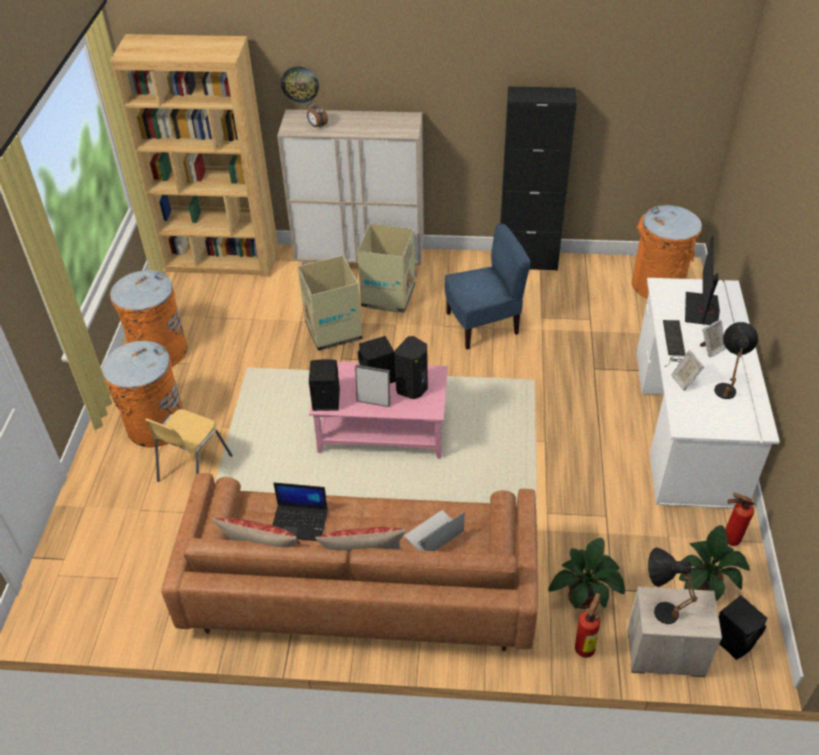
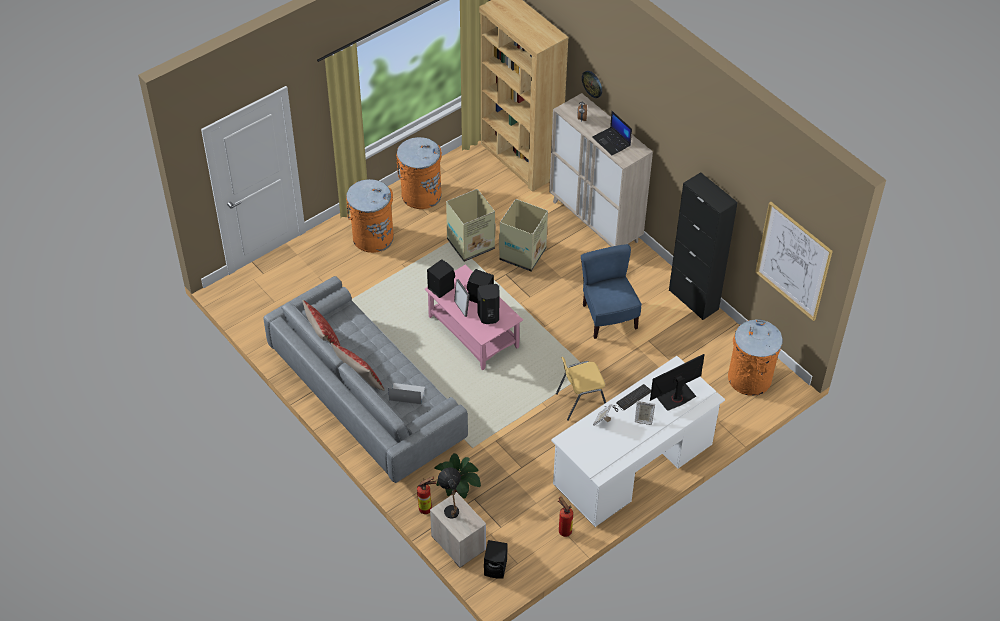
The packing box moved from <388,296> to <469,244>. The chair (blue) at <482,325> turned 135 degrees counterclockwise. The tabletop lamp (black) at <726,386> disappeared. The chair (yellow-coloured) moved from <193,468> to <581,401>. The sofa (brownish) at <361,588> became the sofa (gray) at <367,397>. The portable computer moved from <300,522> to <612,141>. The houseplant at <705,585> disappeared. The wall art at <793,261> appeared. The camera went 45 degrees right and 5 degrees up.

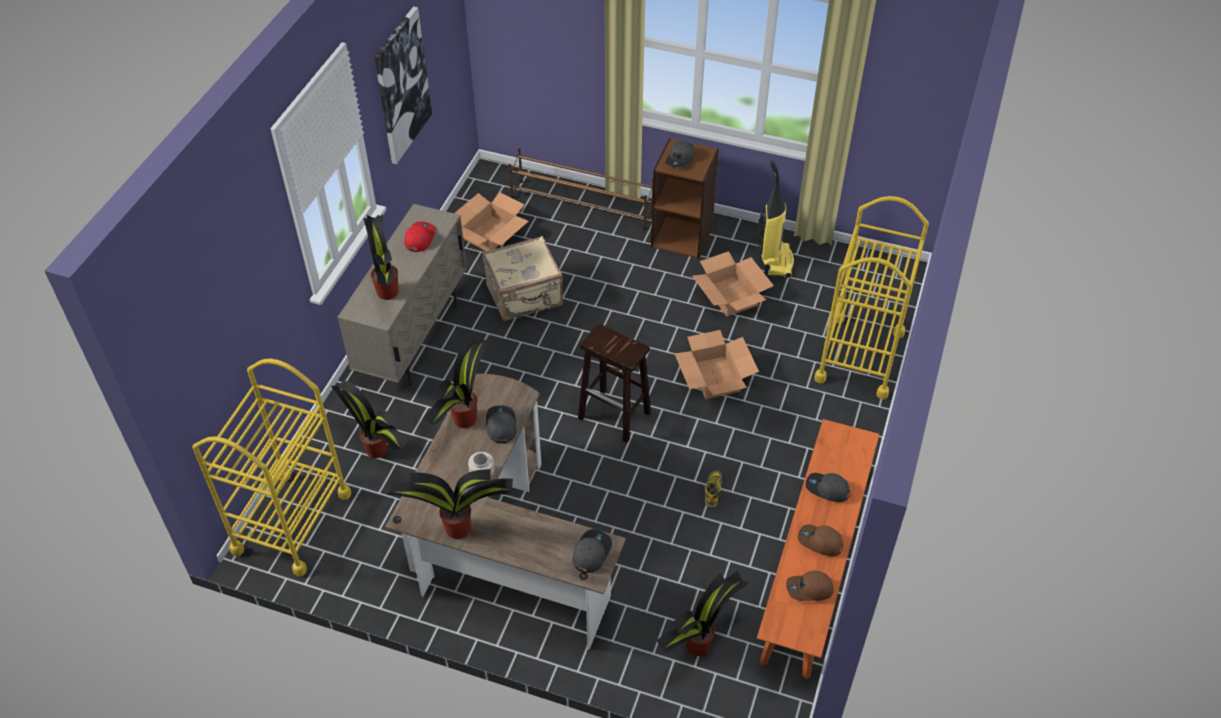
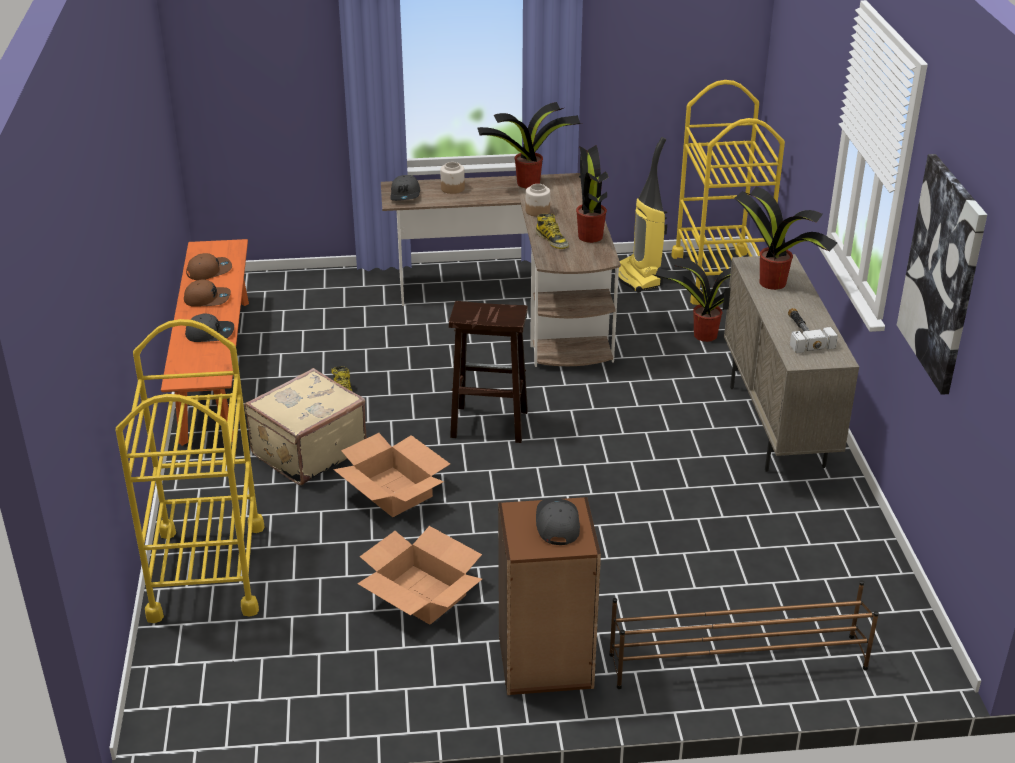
The vacuum moved from <775,260> to <638,278>. The packing box at <491,234> disappeared. The peaked cap (reddish) at <419,238> was replaced by the hand hammer at <803,334>. The travel case (beige) moved from <525,296> to <307,451>. The peaked cap (gray) at <500,426> was replaced by the boot at <552,240>. The houseplant at <699,644> disappeared. The jar at <453,188> appeared. The camera went 155 degrees right and 15 degrees down.

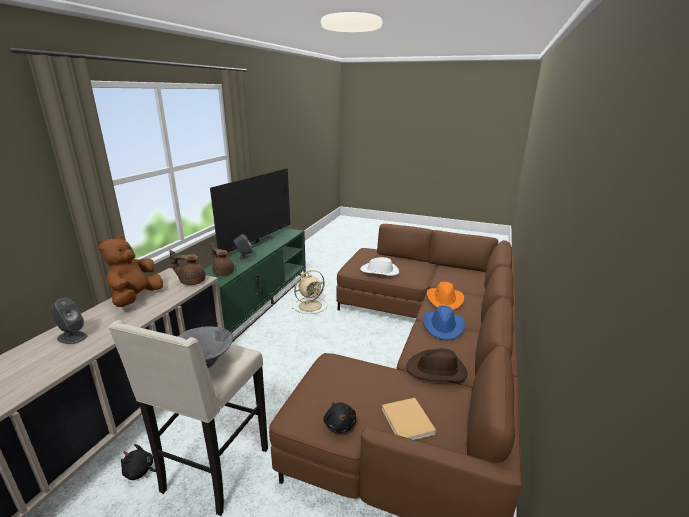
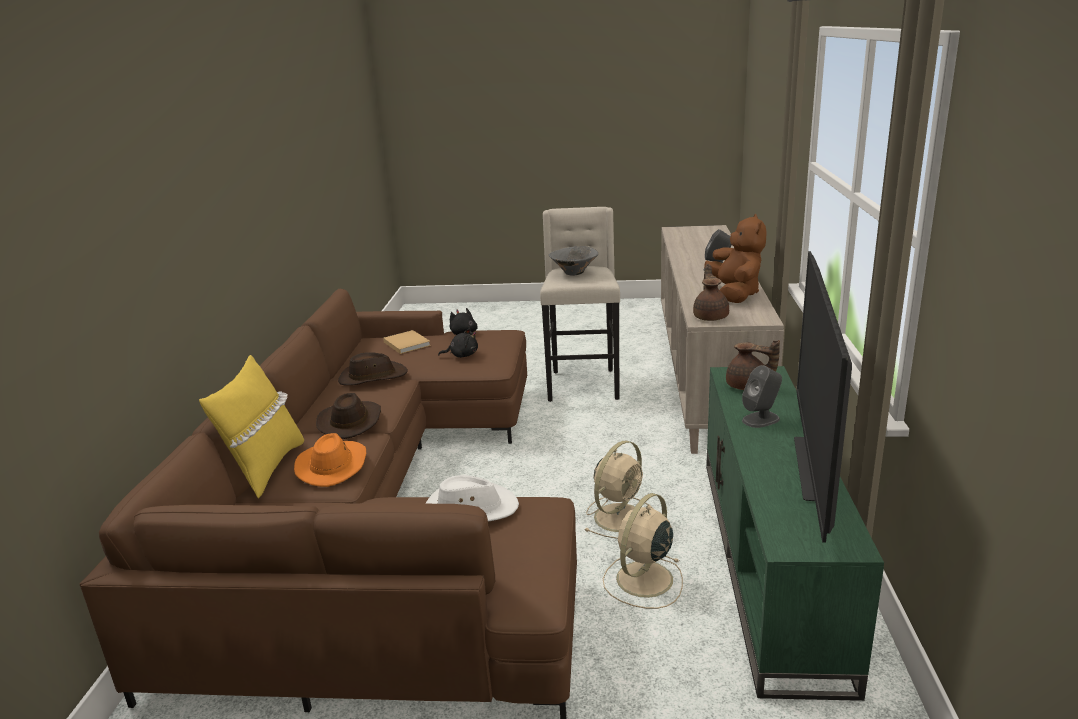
The tea pot (brownish) at <191,281> turned 75 degrees counterclockwise. The hat (blue) at <443,326> became the hat (brownish) at <350,421>. The plush toy (black) moved from <141,472> to <462,355>. The cushion (yellow-coloured) at <266,468> appeared. The cooling fan (beige) at <620,516> appeared. The camera went 165 degrees right and 0 degrees up.

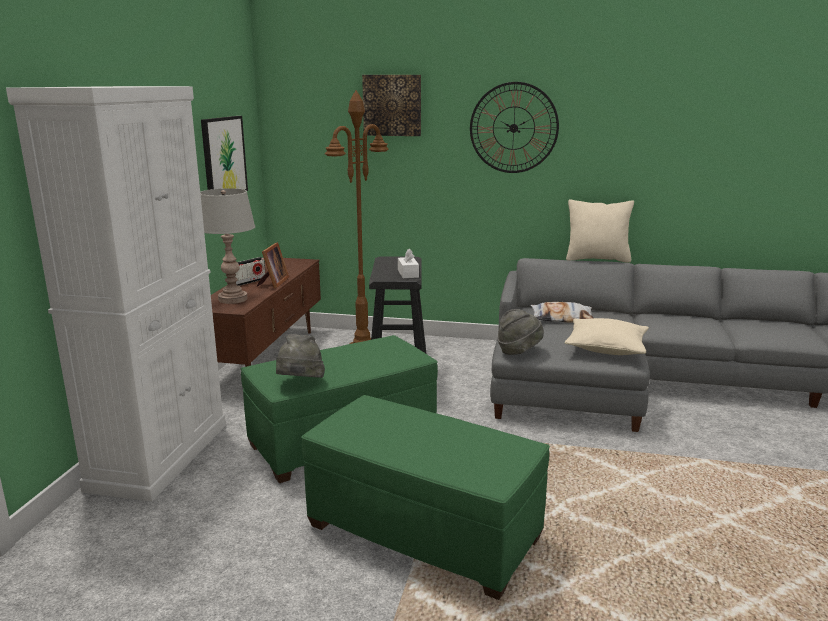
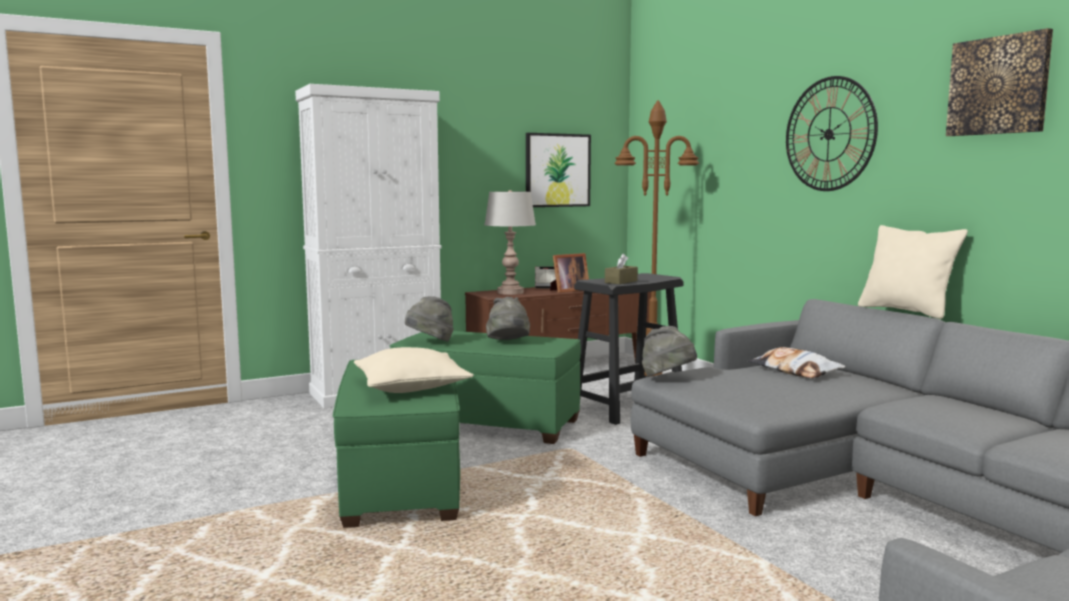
The wall art moved from <392,105> to <998,85>. The box of tissues (whitish) at <408,274> became the box of tissues (brownish) at <621,282>. The cushion (beige) moved from <606,348> to <411,387>. The hat (gray) at <508,343> appeared. The camera went 50 degrees right and 10 degrees down.

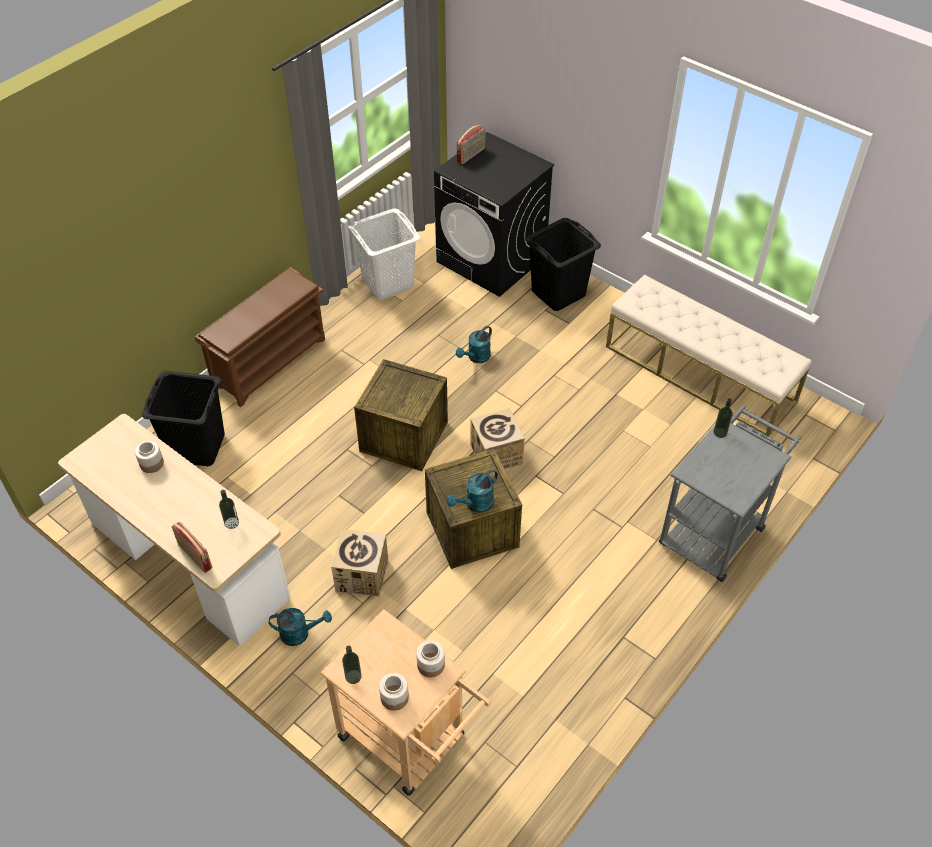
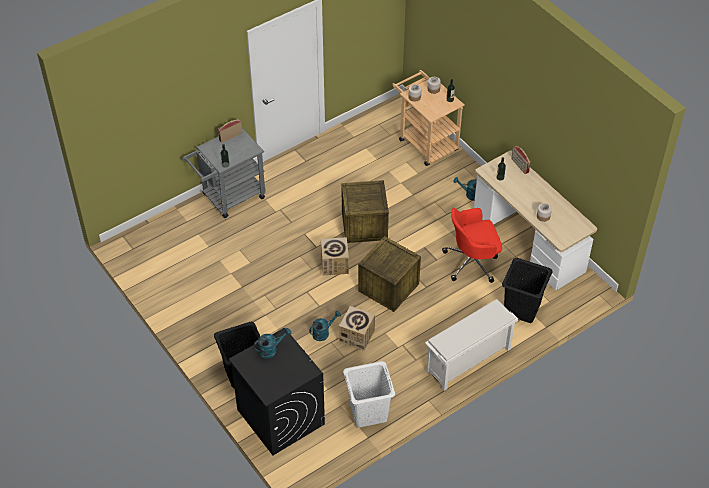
The radio receiver moved from <471,155> to <230,136>. The shoe shelf (brownish) at <270,362> became the shoe shelf (whitish) at <468,361>. The bench (beige) at <700,373> disappeared. The watering pot (turquoise) moved from <475,504> to <271,349>. The packing box moved from <362,575> to <357,336>. The desk chair (reddish) at <472,262> appeared. The camera went 165 degrees left and 0 degrees up.

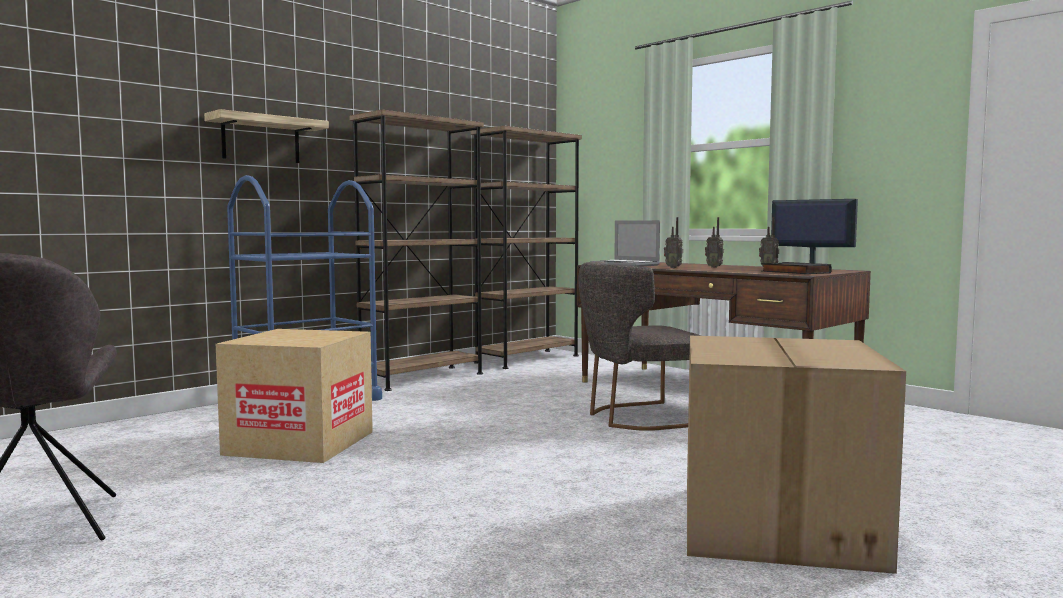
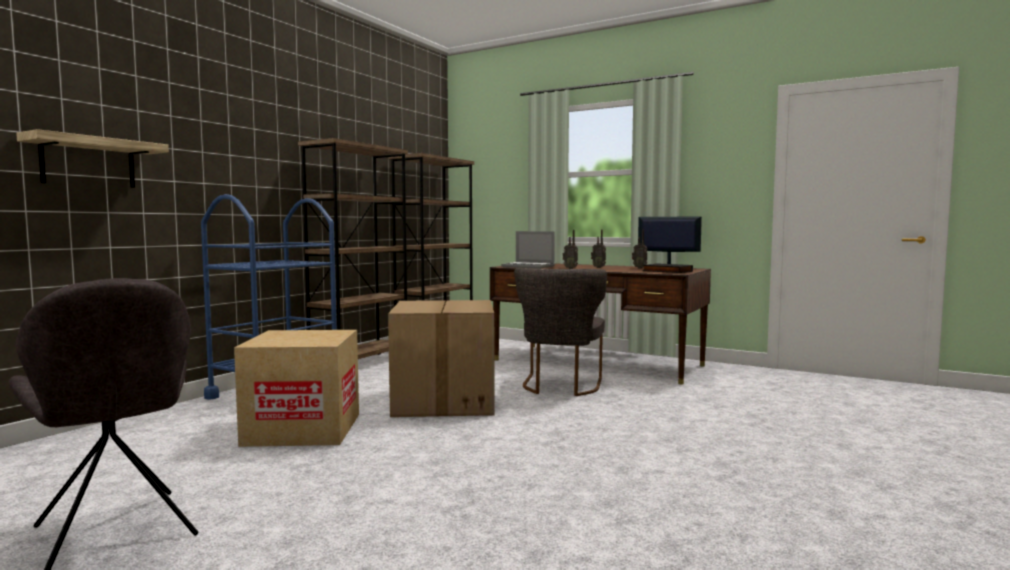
The wall shelf moved from <261,139> to <88,162>. The chair (gray) at <638,417> turned 45 degrees counterclockwise. The packing box moved from <780,527> to <445,401>. The camera went 15 degrees left and 0 degrees up.

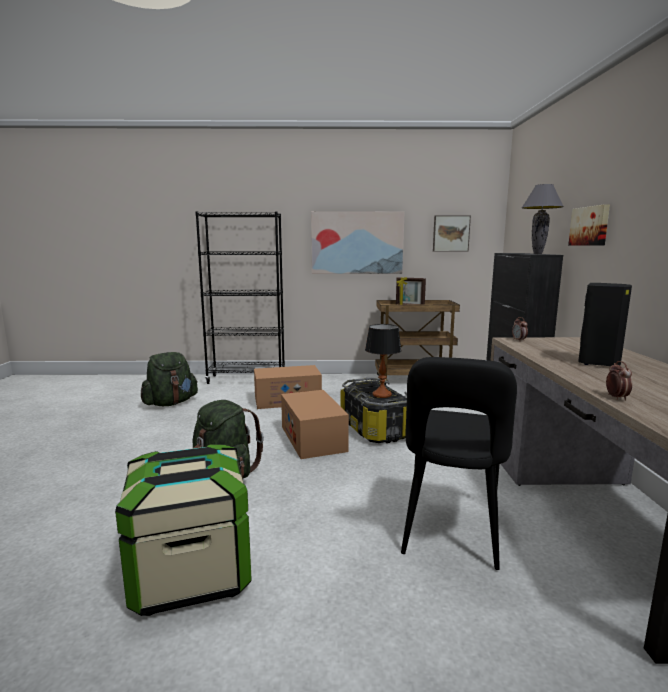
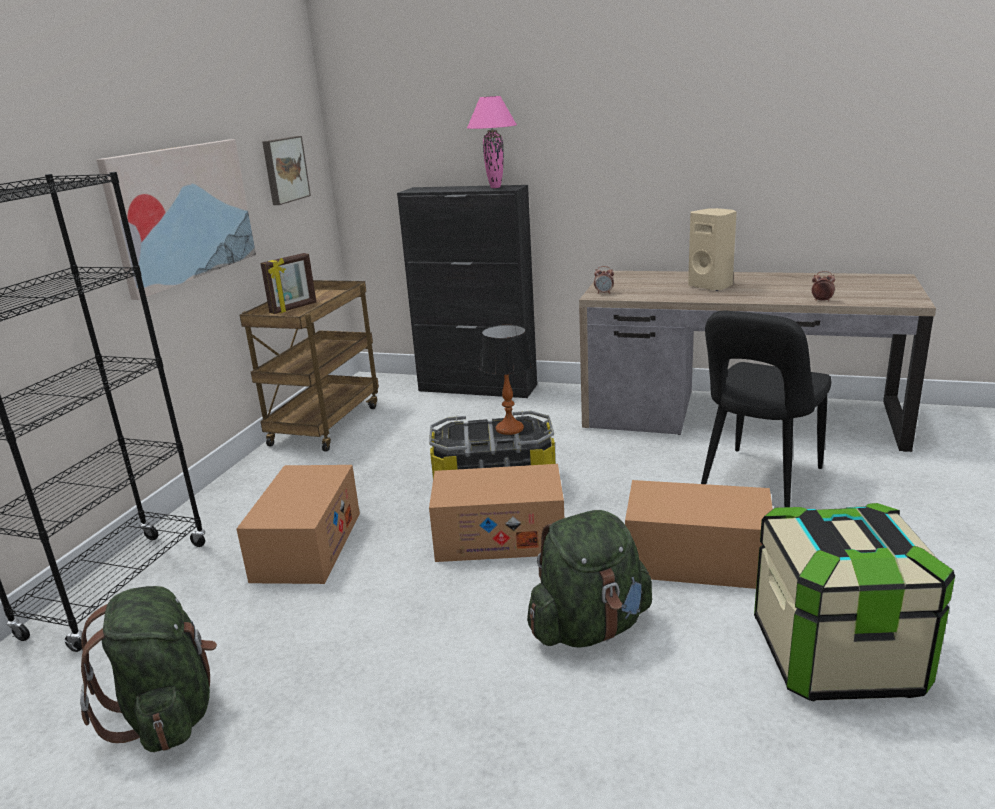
The tabletop lamp (gray) at <537,254> became the tabletop lamp (pink) at <495,187>. The wall art at <590,226> disappeared. The audio speaker (black) at <599,362> became the audio speaker (beige) at <711,286>. The chair (black) at <450,531> turned 90 degrees clockwise. The packing box at <696,560> appeared. The camera went 70 degrees left and 10 degrees up.

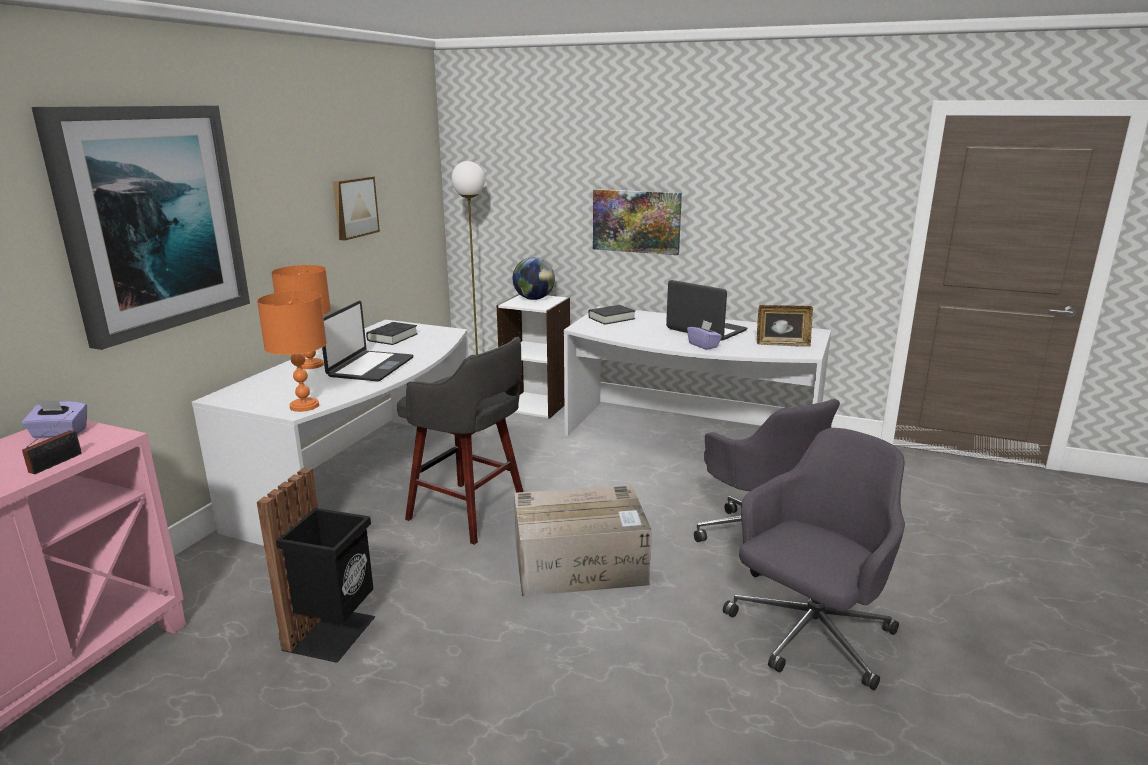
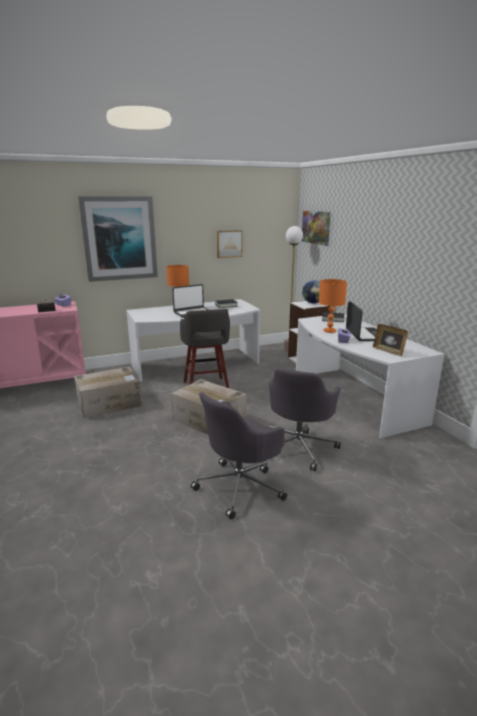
The wall art moved from <636,221> to <316,227>. The tabletop lamp (orangey) moved from <304,406> to <329,331>. The desk chair (gray) at <809,635> turned 135 degrees clockwise. The waste bin (black) at <334,633> was replaced by the packing box at <110,403>. The camera went 45 degrees right and 0 degrees up.

